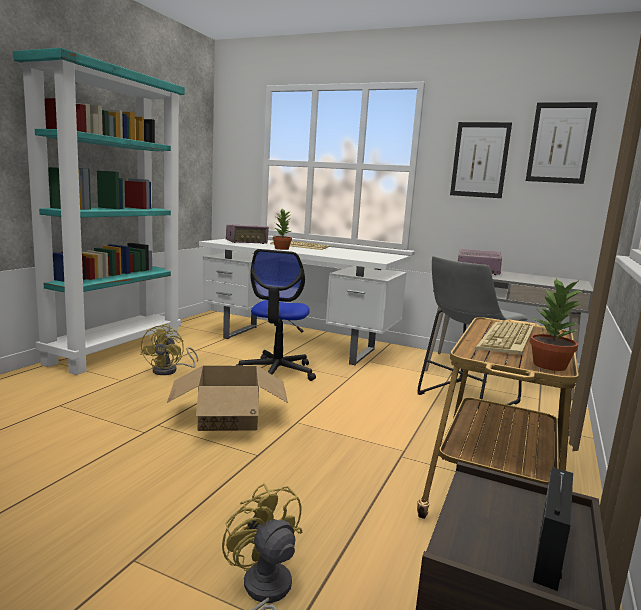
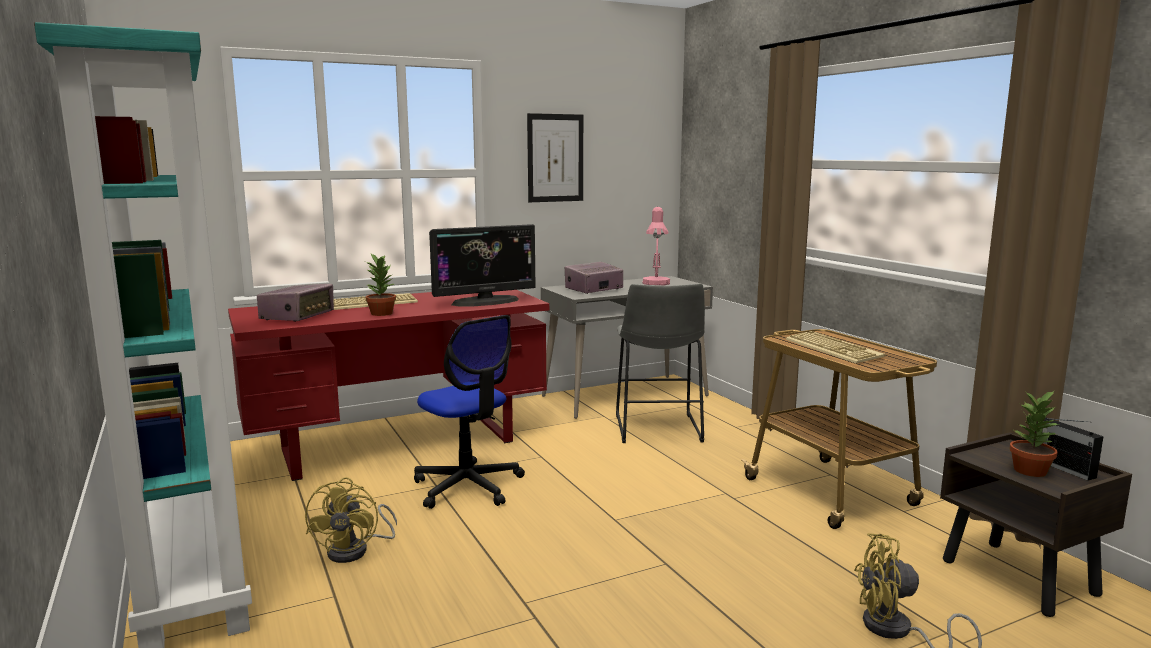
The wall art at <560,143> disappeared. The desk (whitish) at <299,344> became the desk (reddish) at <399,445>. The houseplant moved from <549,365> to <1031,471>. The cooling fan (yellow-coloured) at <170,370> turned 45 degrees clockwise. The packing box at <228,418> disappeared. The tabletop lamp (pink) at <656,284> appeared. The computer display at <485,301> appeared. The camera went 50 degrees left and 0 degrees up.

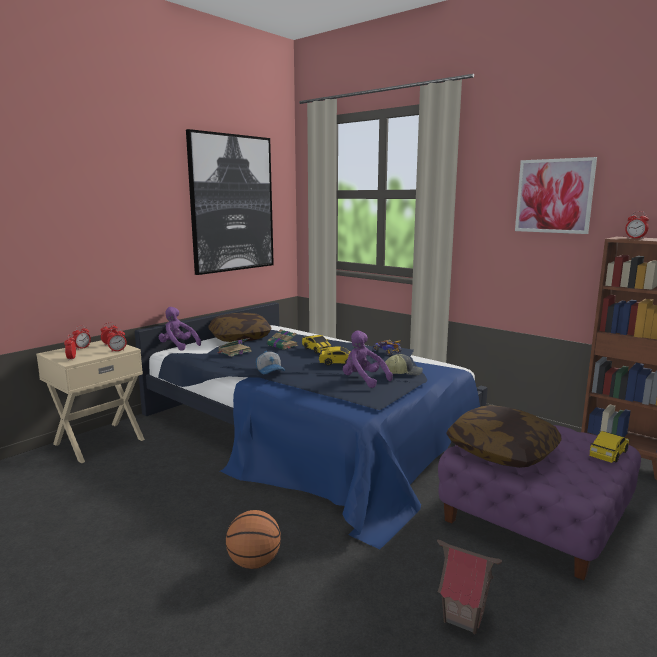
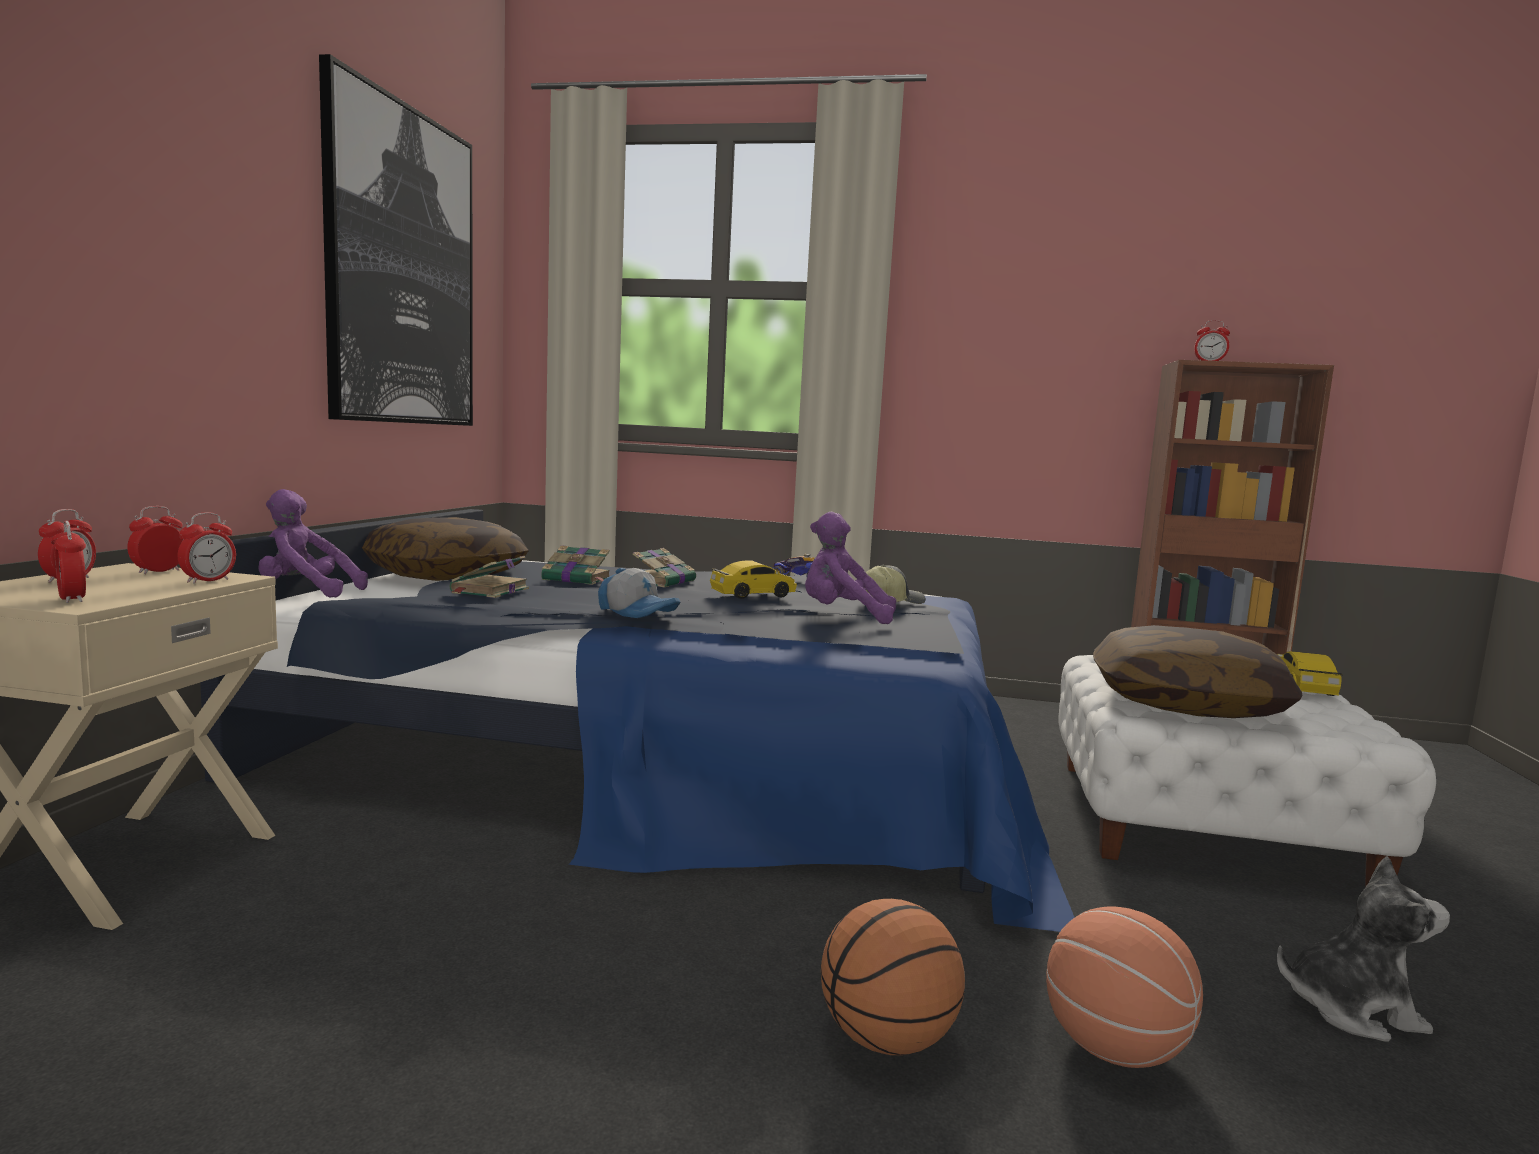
The wall art at <554,196> disappeared. The model car at <316,350> was replaced by the volume at <663,581>. The pouffe (purplish) at <534,516> became the pouffe (whitish) at <1202,821>. The toy house at <463,616> was replaced by the plush toy at <1351,1008>. The basketball ball at <1113,1047> appeared. The camera went 30 degrees left and 5 degrees down.

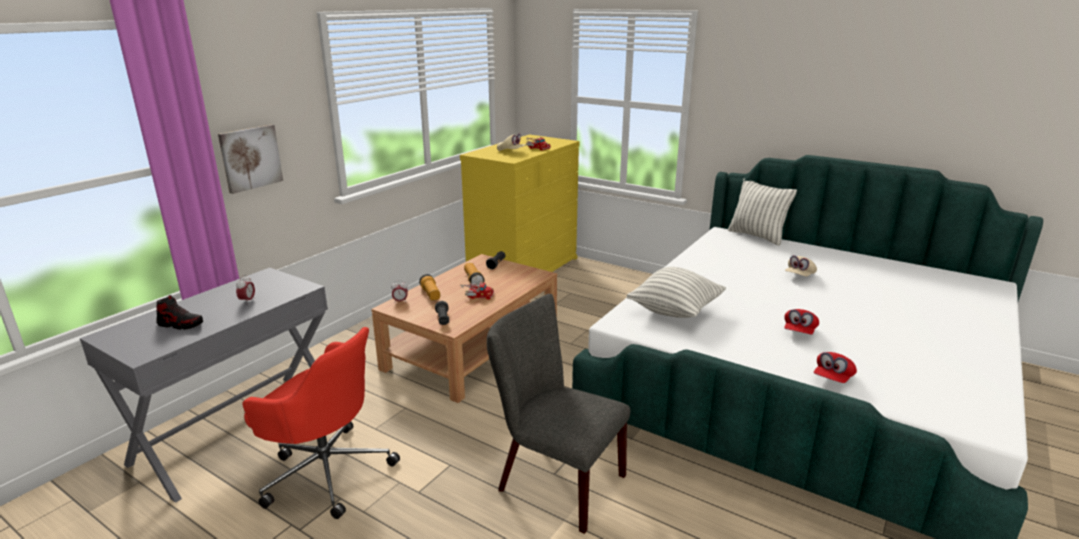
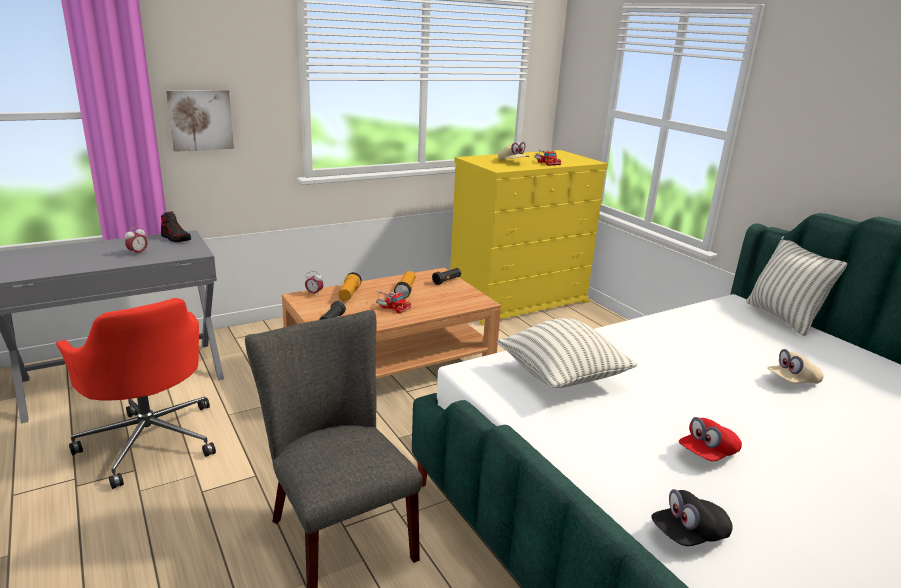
The low shoe moved from <181,324> to <176,238>. The peaked cap (reddish) at <833,378> became the peaked cap (black) at <688,534>. The camera went 25 degrees right and 0 degrees up.

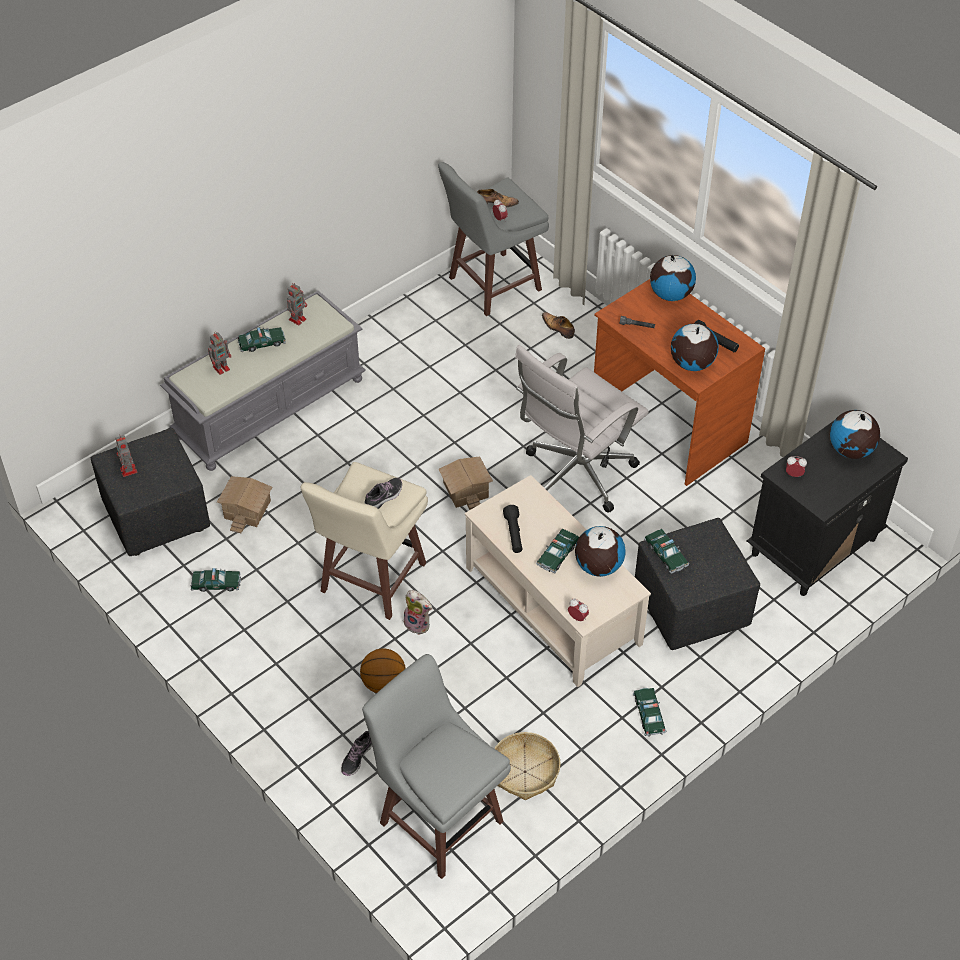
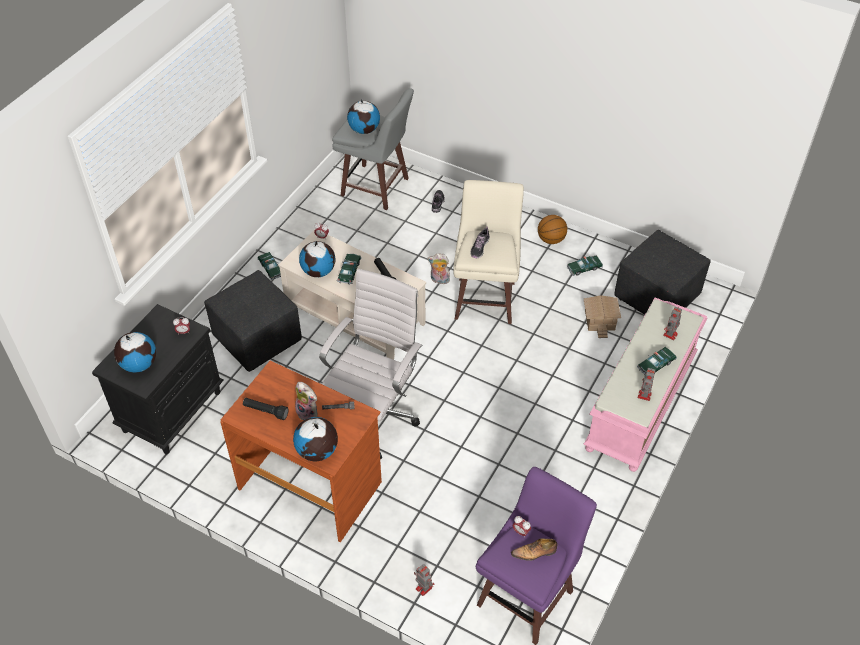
The stool (gray) at <492,284> became the stool (purplish) at <527,596>. The bench (gray) at <270,406> became the bench (pink) at <641,403>. The low shoe at <558,328> disappeared. The globe moved from <691,364> to <364,130>. The robot figure moved from <129,471> to <423,587>. The toy house at <466,489> disappeared. The model car at <666,554> disappeared. The basketball ball moved from <383,683> to <551,239>. The storage basket at <525,772> disappeared. The plush toy at <308,412> appeared. The camera went 160 degrees right and 0 degrees up.

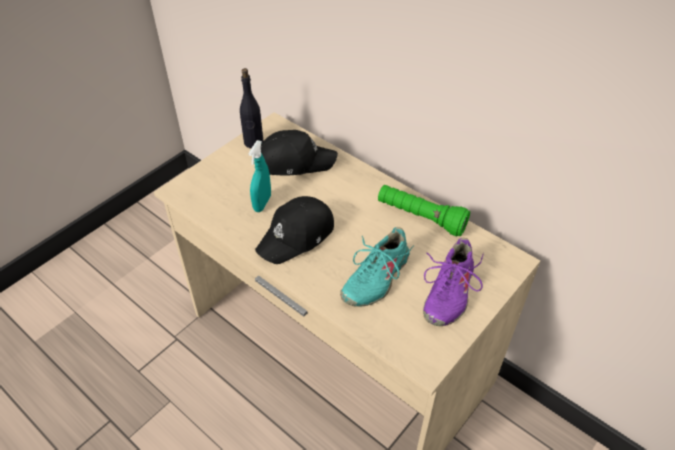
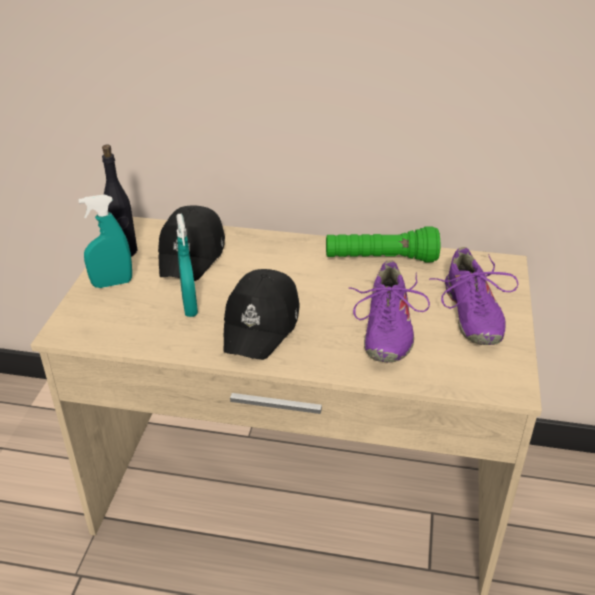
The peaked cap (black) at <295,161> turned 135 degrees clockwise. The low shoe (turquoise) at <375,277> became the low shoe (purplish) at <385,330>. The sprayer (turquoise) at <112,283> appeared. The camera went 30 degrees left and 10 degrees down.

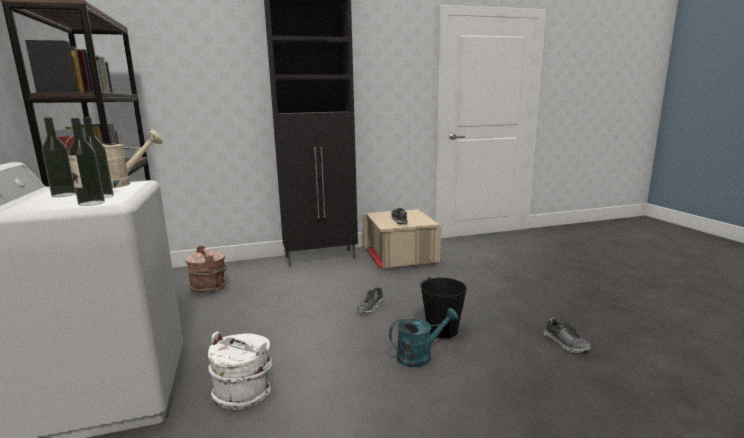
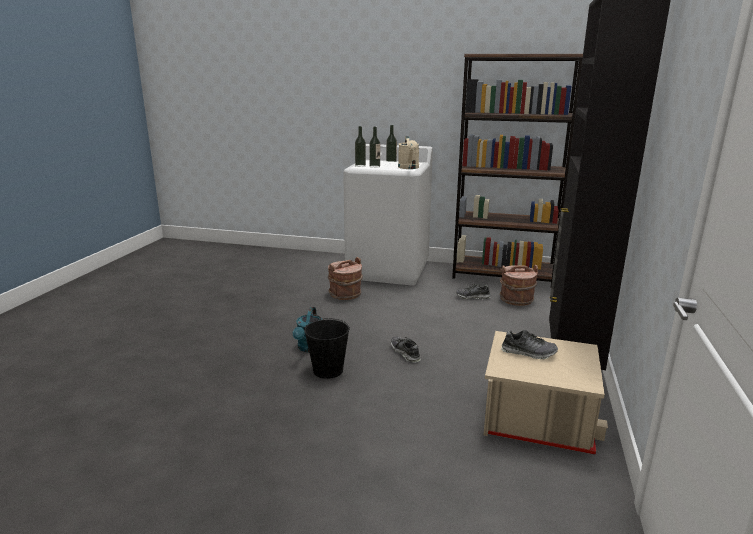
The low shoe moved from <566,343> to <472,297>. The pail (whitish) at <243,393> became the pail (brownish) at <345,294>. The camera went 120 degrees right and 5 degrees up.

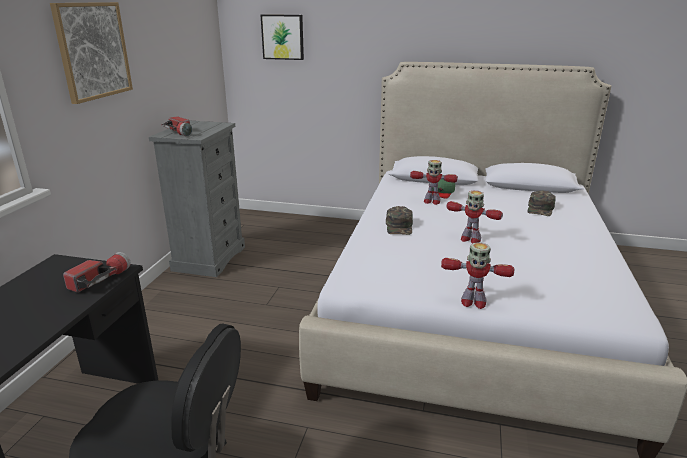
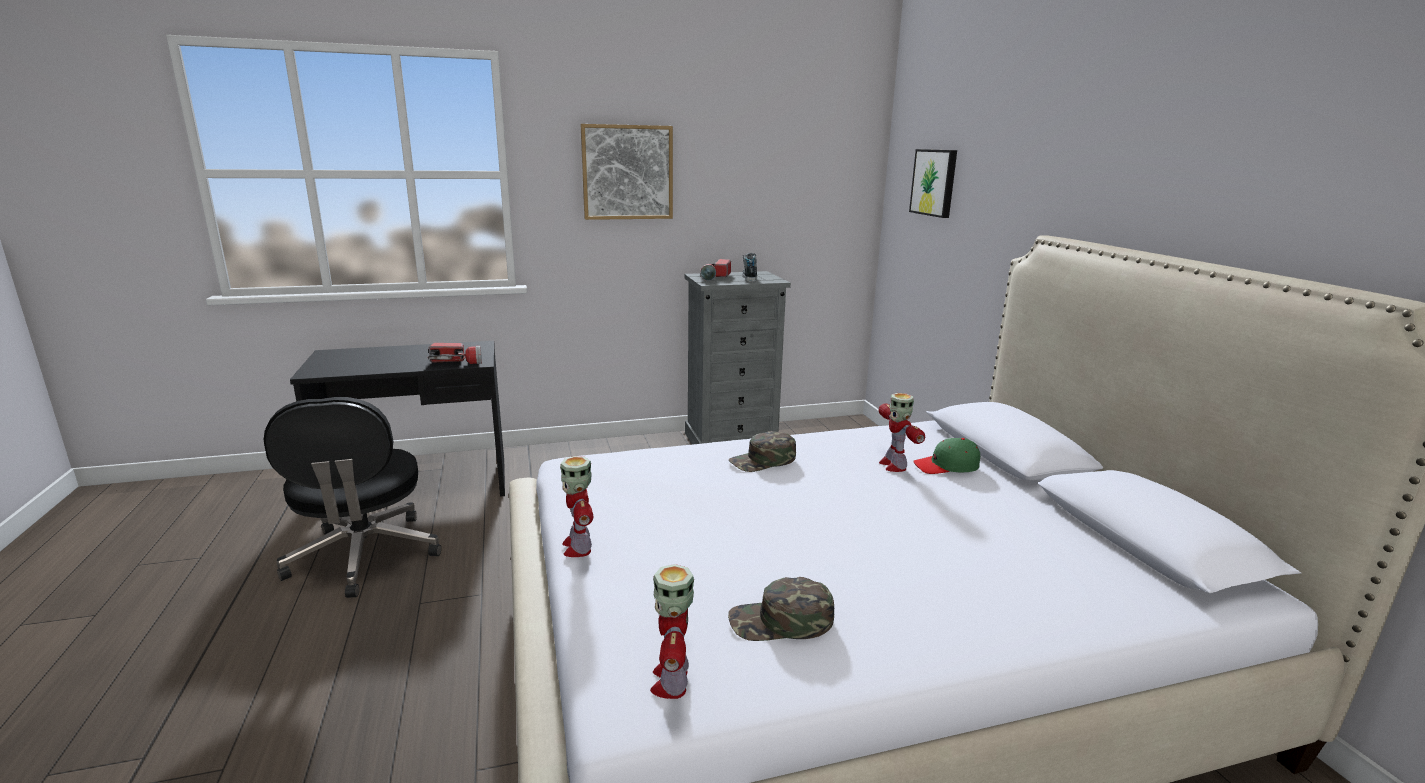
The robot figure moved from <470,239> to <672,680>. The peaked cap (green-coloured) moved from <540,209> to <781,621>. The low shoe at <749,278> appeared. The camera went 60 degrees right and 5 degrees down.

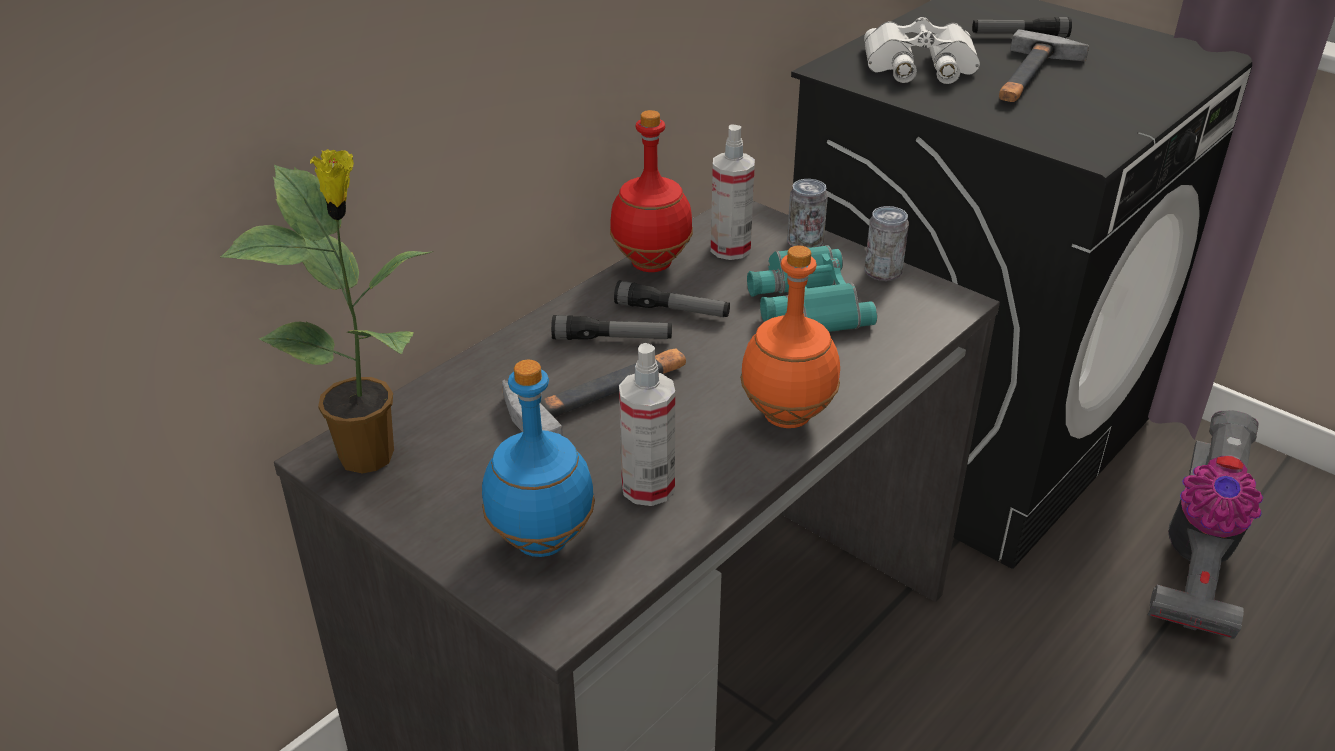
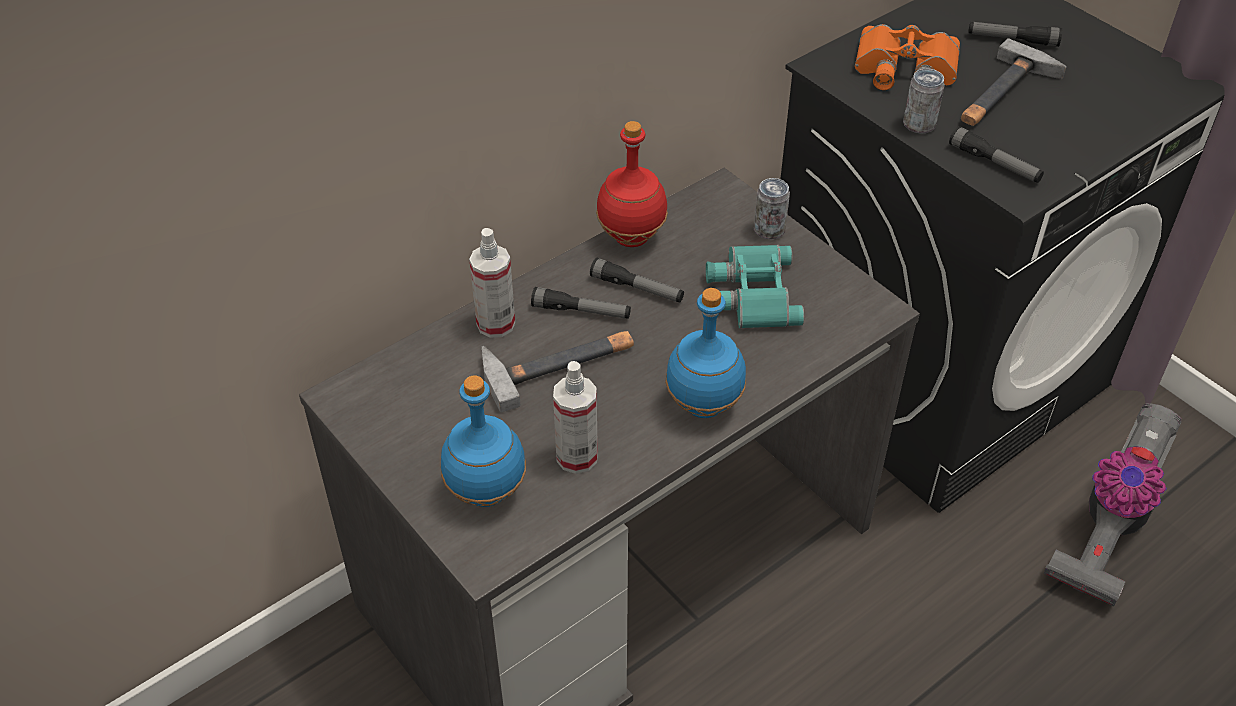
The field glasses (whitish) at <919,66> became the field glasses (orangey) at <904,70>. The sprayer moved from <730,249> to <495,324>. The houseplant at <370,456> disappeared. The can moved from <883,272> to <919,124>. The beverage bottle (orangey) at <785,415> became the beverage bottle (blue) at <702,405>. The hand torch at <994,163> appeared. The camera went 10 degrees right and 10 degrees up.

